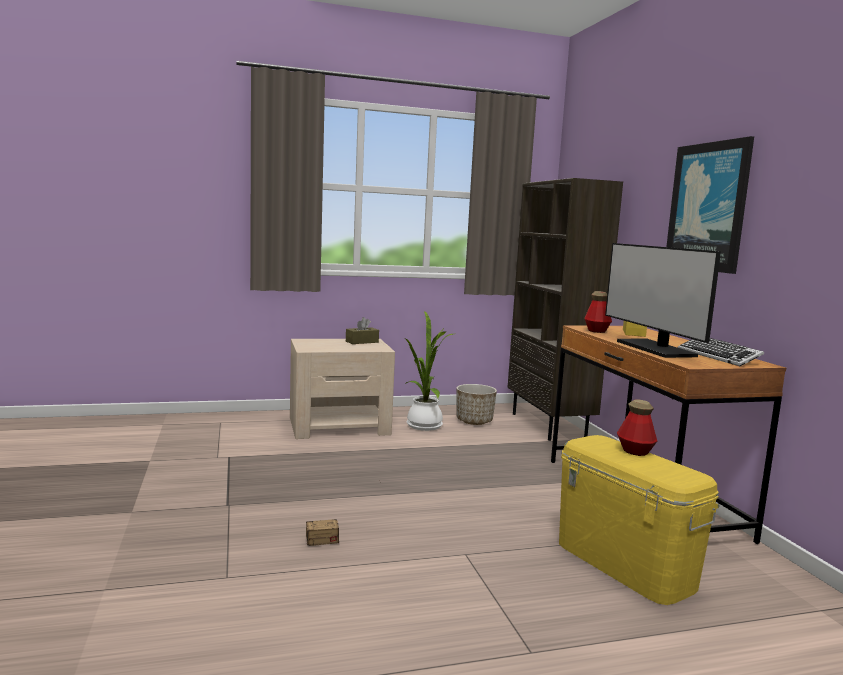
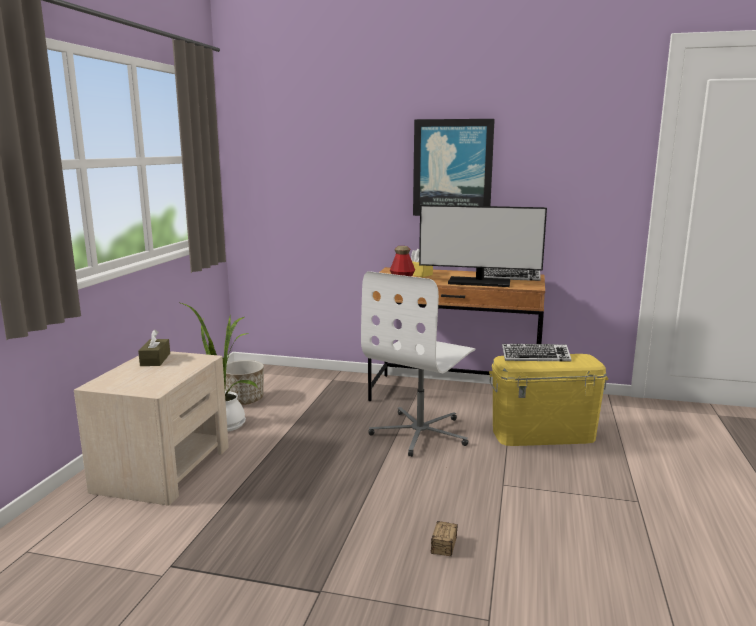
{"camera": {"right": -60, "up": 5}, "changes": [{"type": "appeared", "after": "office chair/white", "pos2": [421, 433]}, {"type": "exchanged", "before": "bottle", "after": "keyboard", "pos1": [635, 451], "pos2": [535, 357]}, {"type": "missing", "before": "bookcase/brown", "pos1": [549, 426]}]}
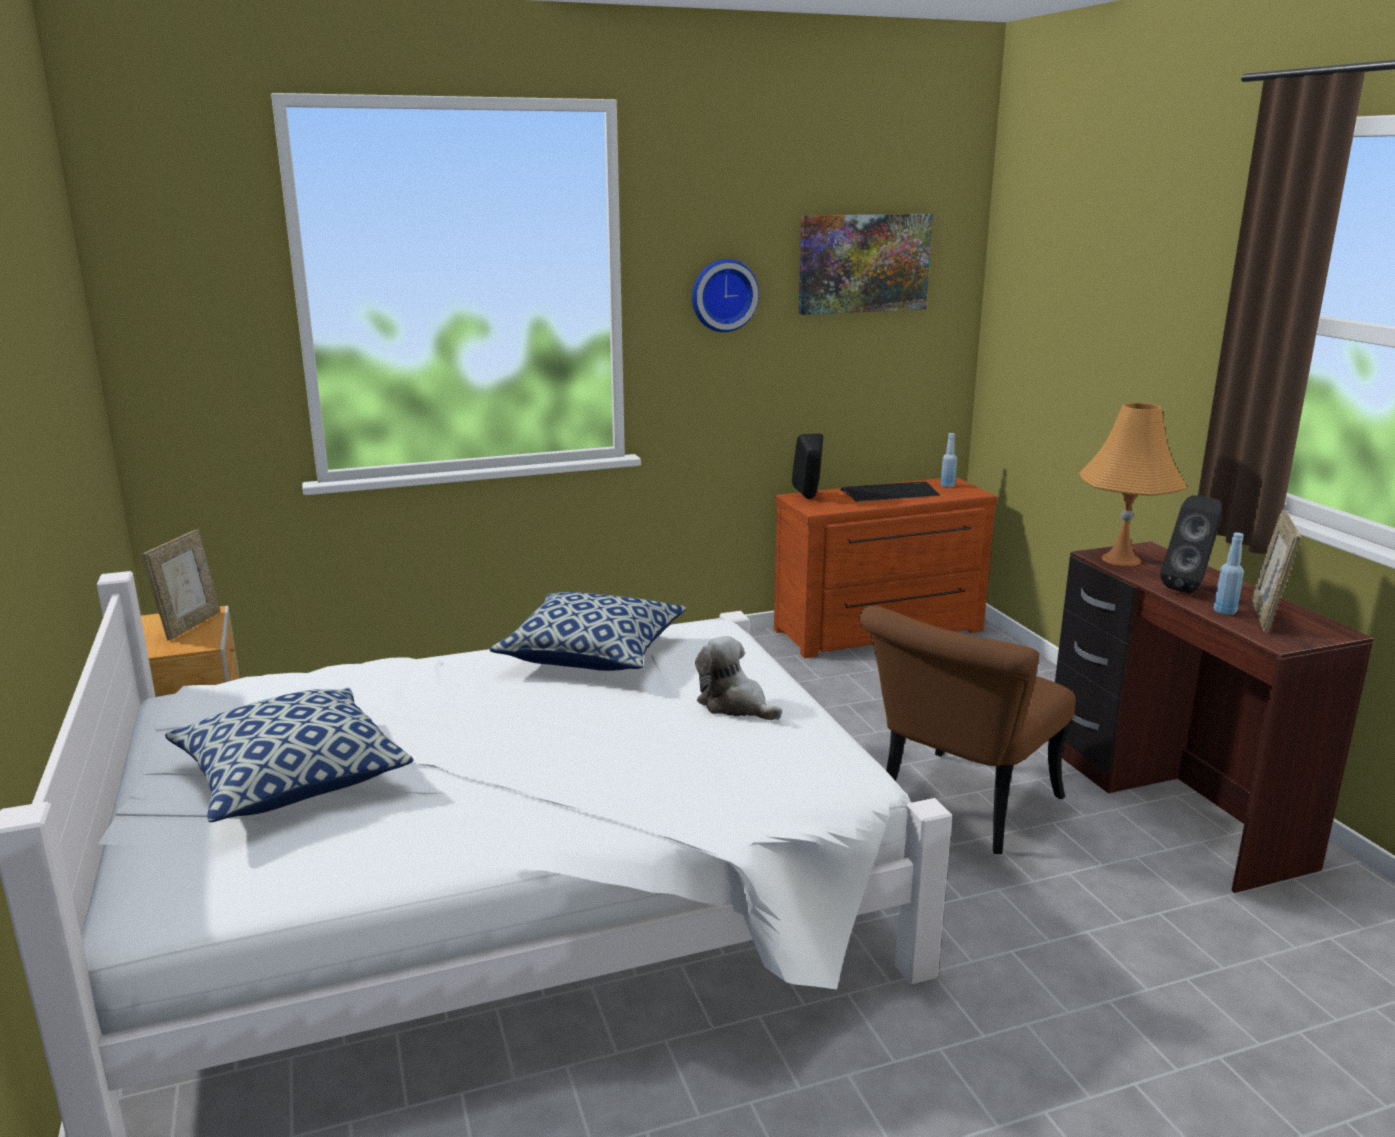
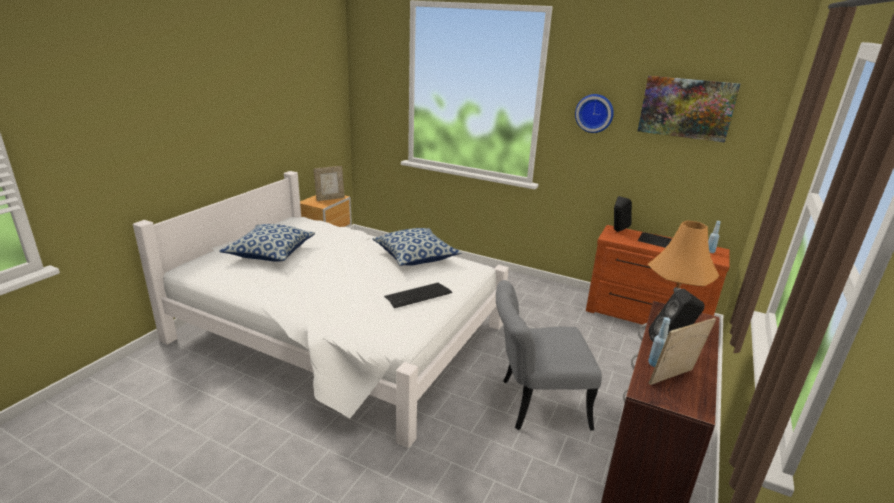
{"camera": {"right": 45, "up": 5}, "changes": [{"type": "exchanged", "before": "plush toy", "after": "keyboard", "pos1": [735, 705], "pos2": [418, 296]}, {"type": "colour", "before": "chair/brown", "after": "chair/grey", "pos1": [959, 810], "pos2": [534, 403]}]}
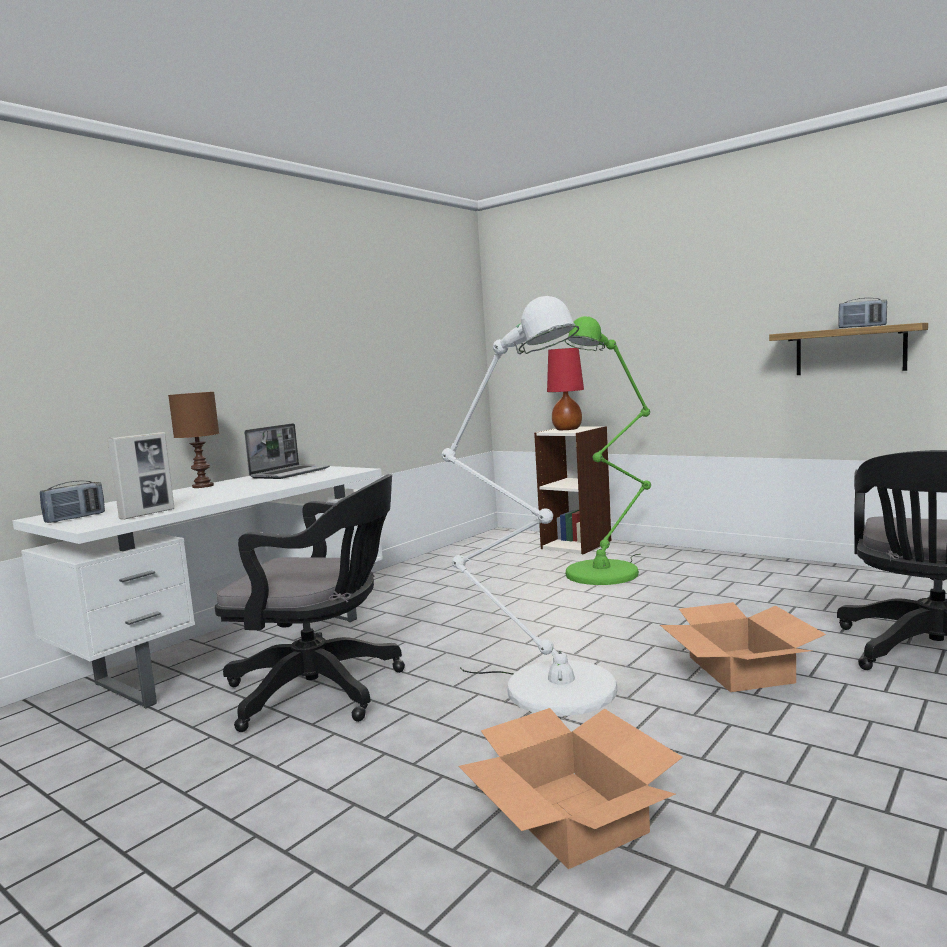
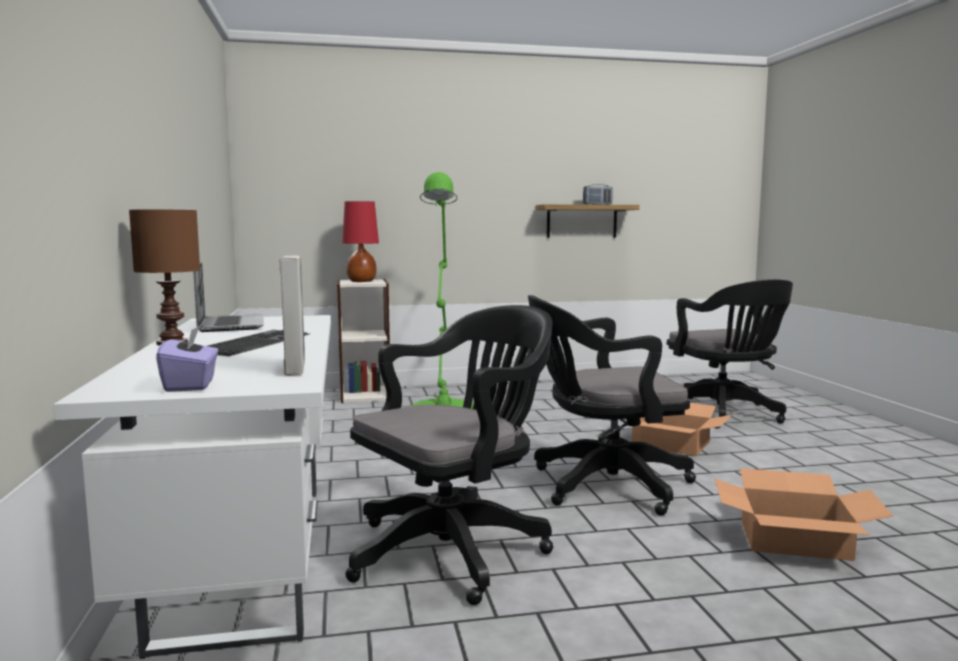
{"camera": {"right": -50, "up": 0}, "changes": [{"type": "exchanged", "before": "radio", "after": "tissue box/purple", "pos1": [75, 518], "pos2": [191, 385]}, {"type": "appeared", "after": "keyboard", "pos2": [252, 342]}, {"type": "exchanged", "before": "floor lamp/white", "after": "office chair/black", "pos1": [548, 685], "pos2": [603, 485]}]}
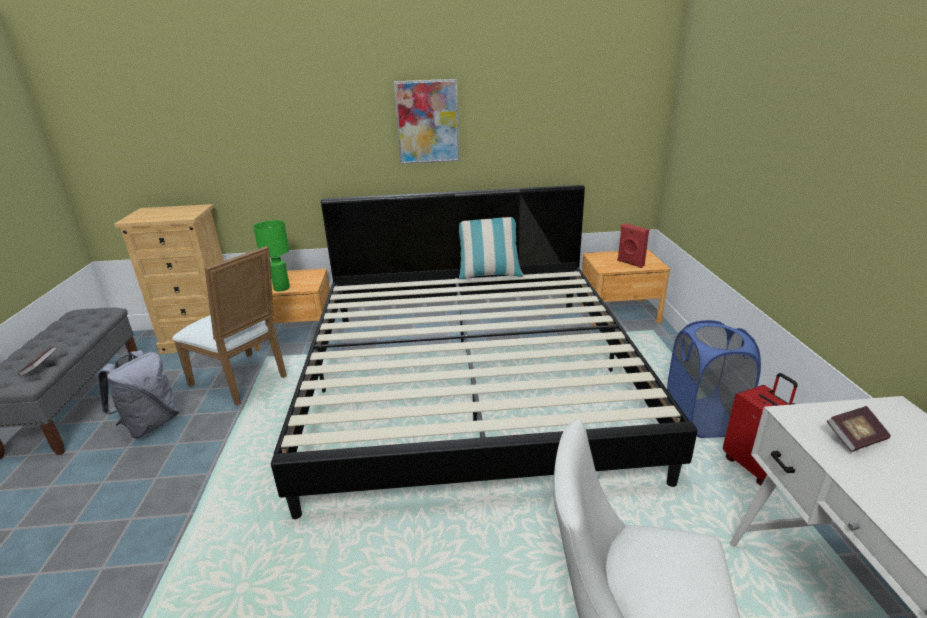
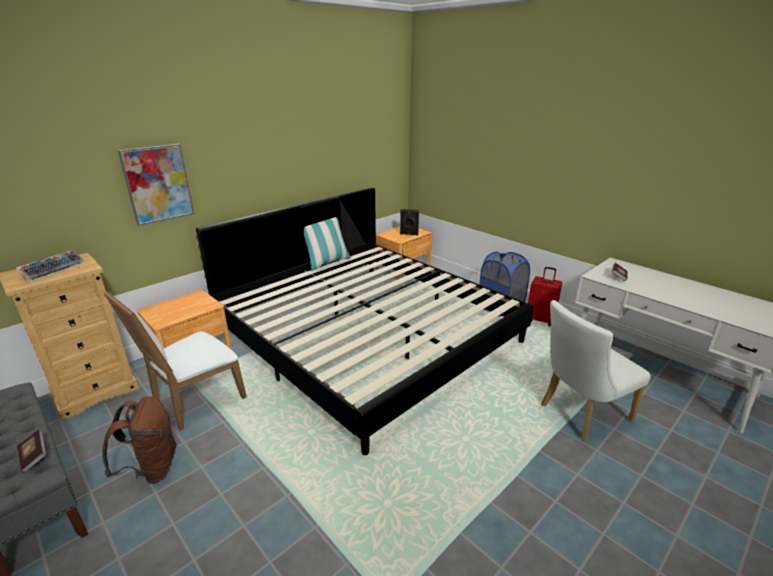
{"camera": {"right": -40, "up": 0}, "changes": [{"type": "appeared", "after": "keyboard", "pos2": [53, 269]}, {"type": "colour", "before": "backpack/grey", "after": "backpack/brown", "pos1": [151, 424], "pos2": [152, 468]}, {"type": "spun", "before": "chair/white", "pos1": [244, 381], "pos2": [195, 402], "turn": 135}, {"type": "relocated", "before": "picture", "pos1": [427, 122], "pos2": [158, 184]}, {"type": "colour", "before": "speaker/red", "after": "speaker/black", "pos1": [630, 263], "pos2": [409, 234]}, {"type": "missing", "before": "table lamp/green", "pos1": [282, 288]}]}
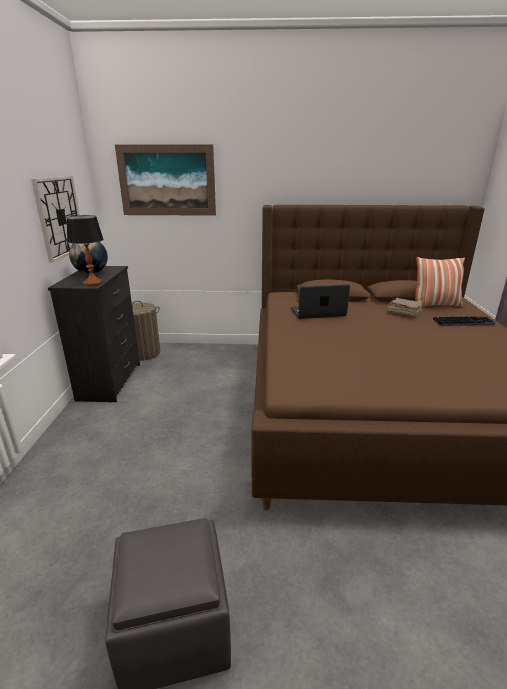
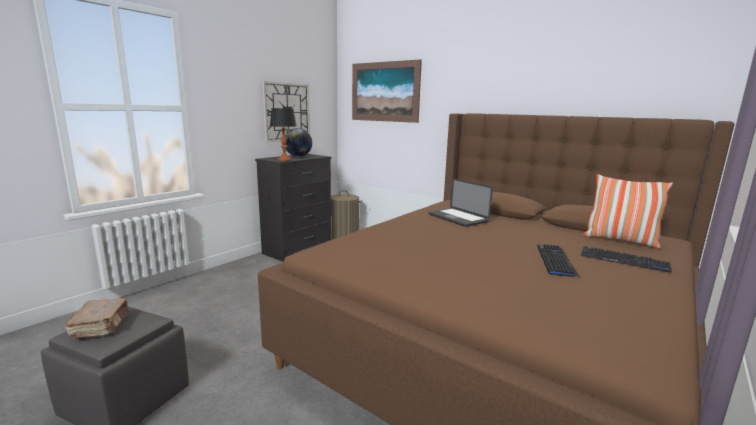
{"camera": {"right": 35, "up": -10}, "changes": [{"type": "relocated", "before": "book/brown", "pos1": [404, 312], "pos2": [101, 326]}, {"type": "spun", "before": "laptop", "pos1": [318, 312], "pos2": [457, 218], "turn": -150}, {"type": "appeared", "after": "keyboard", "pos2": [555, 261]}]}
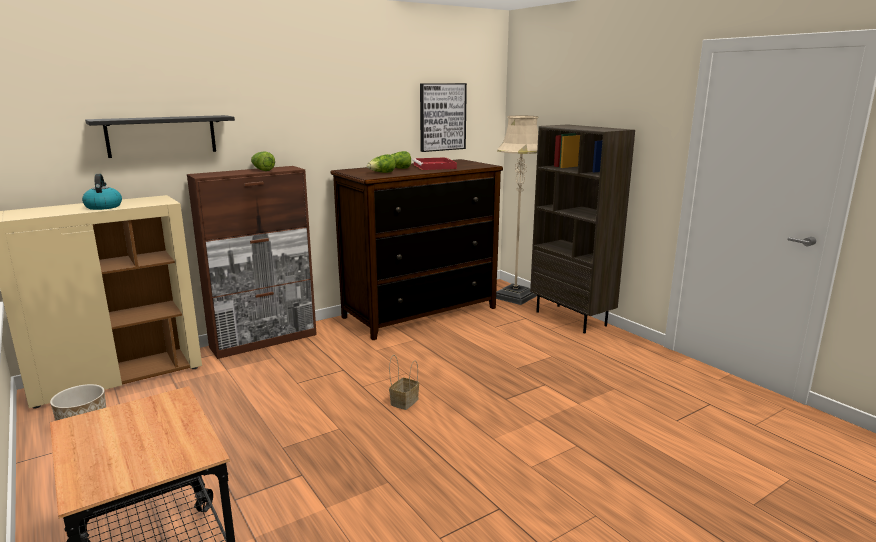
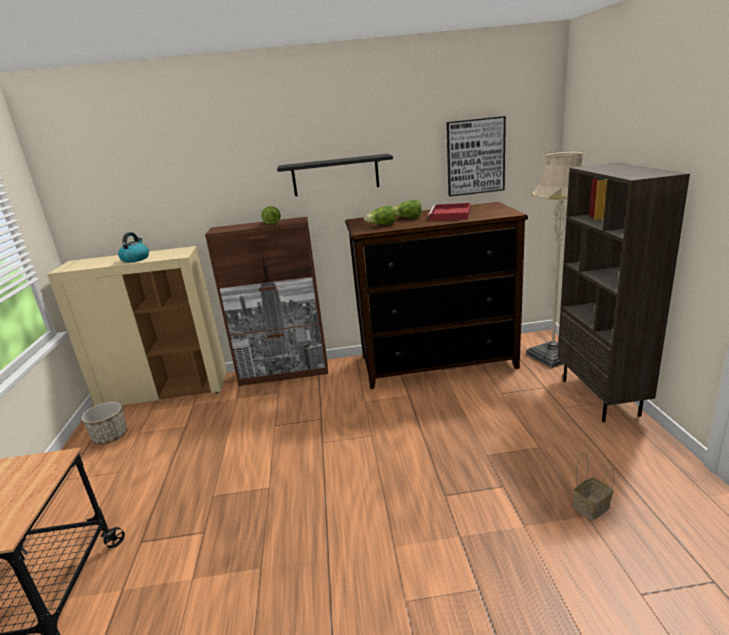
{"camera": {"right": 30, "up": 5}, "changes": [{"type": "relocated", "before": "shelf/black", "pos1": [162, 136], "pos2": [335, 175]}, {"type": "relocated", "before": "basket", "pos1": [404, 401], "pos2": [591, 506]}]}
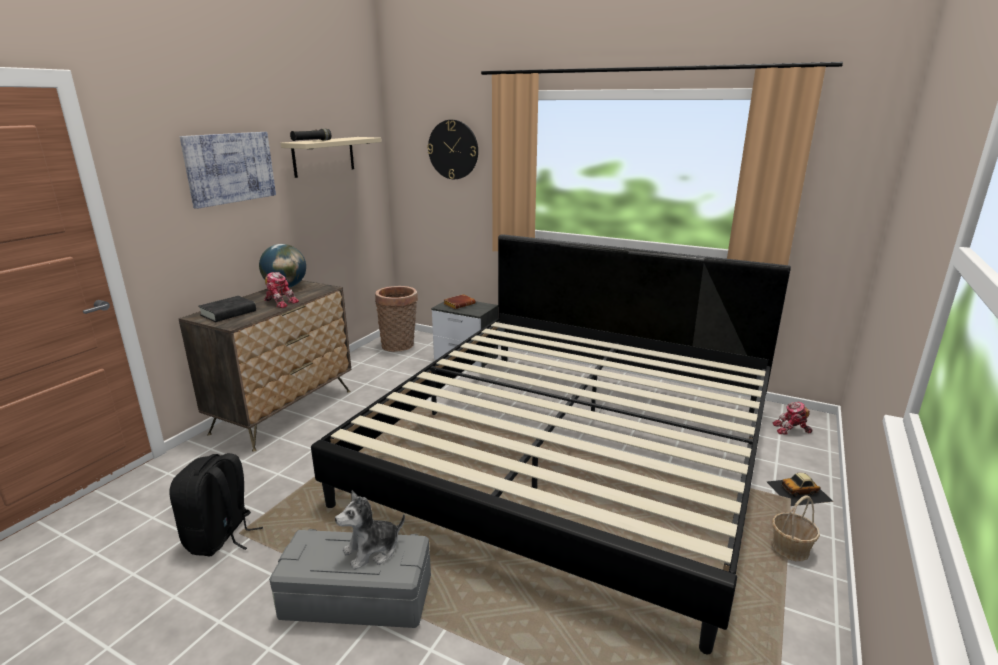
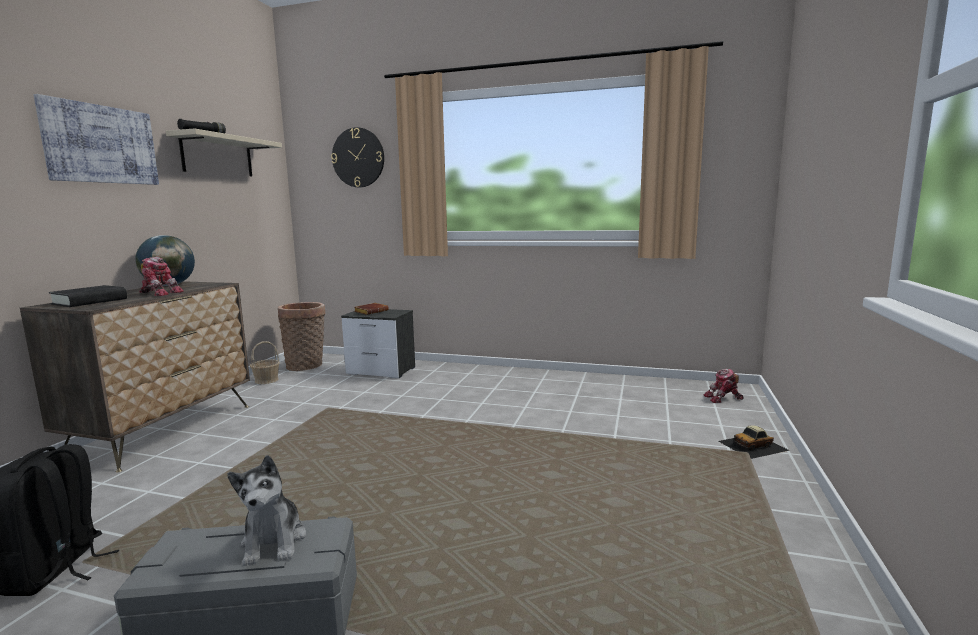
{"camera": {"right": -10, "up": -10}, "changes": [{"type": "spun", "before": "plush toy", "pos1": [372, 551], "pos2": [274, 541], "turn": -60}, {"type": "relocated", "before": "basket", "pos1": [790, 548], "pos2": [266, 380]}, {"type": "missing", "before": "bed", "pos1": [570, 453]}]}
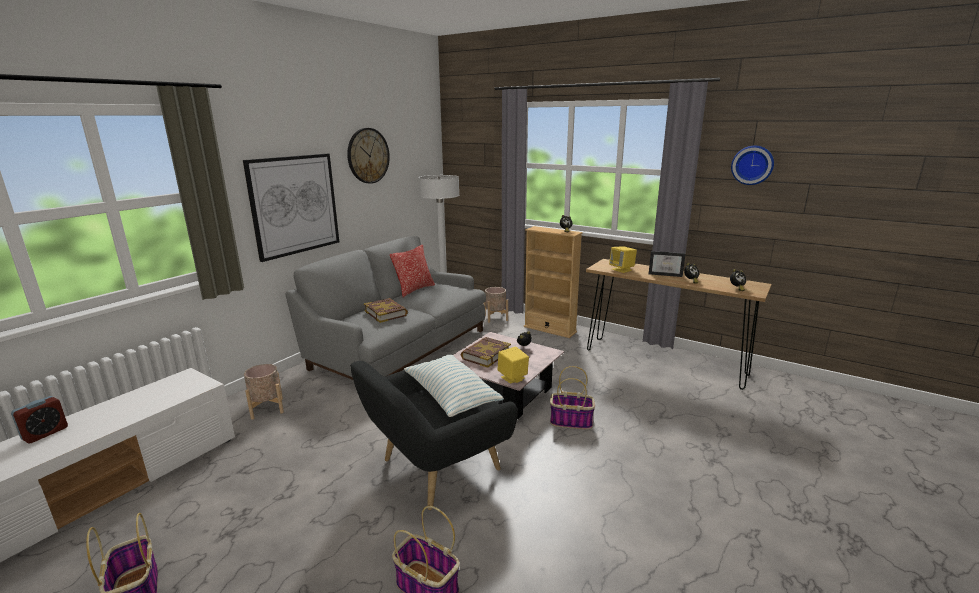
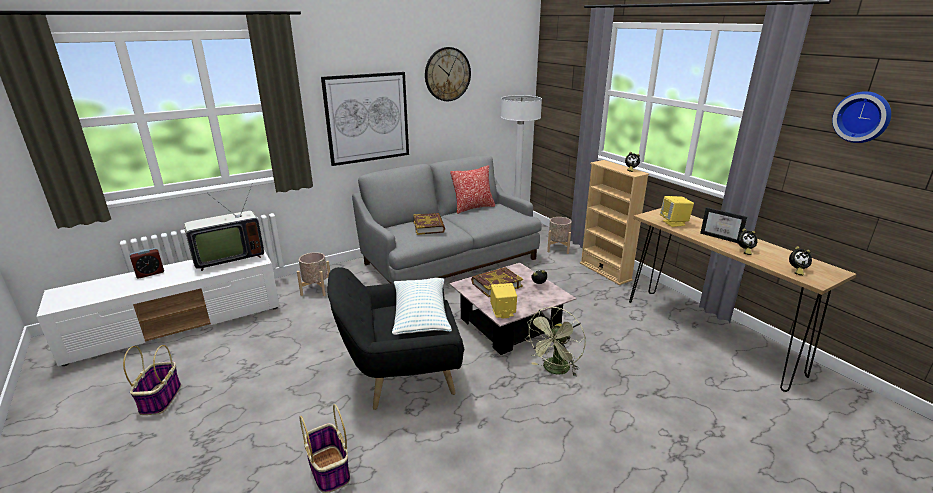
{"camera": {"right": 25, "up": 5}, "changes": [{"type": "appeared", "after": "television", "pos2": [227, 258]}, {"type": "exchanged", "before": "basket", "after": "fan/green", "pos1": [571, 421], "pos2": [554, 370]}]}
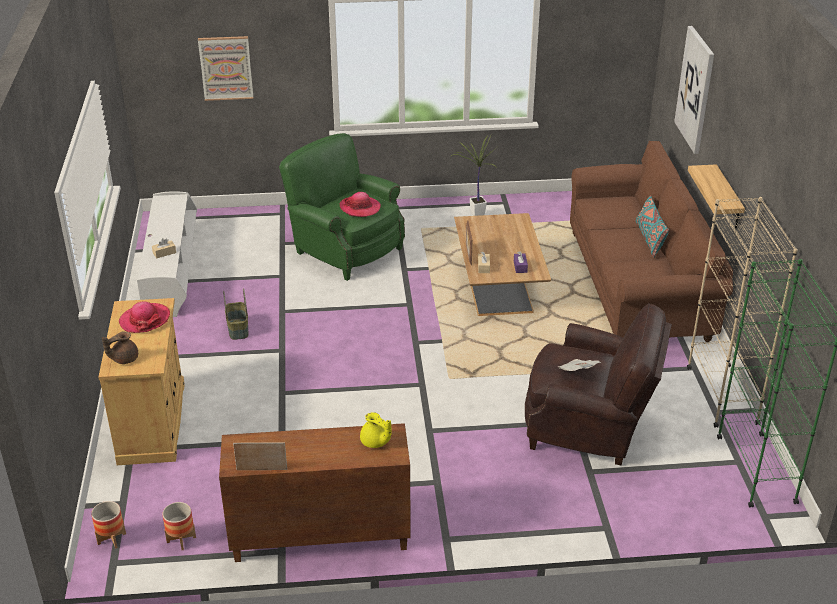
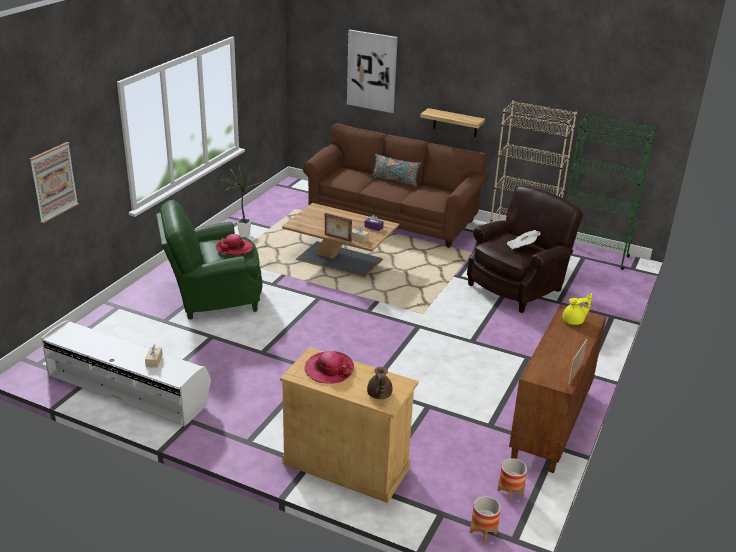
{"camera": {"right": -60, "up": -5}, "changes": [{"type": "missing", "before": "basket", "pos1": [237, 329]}]}
